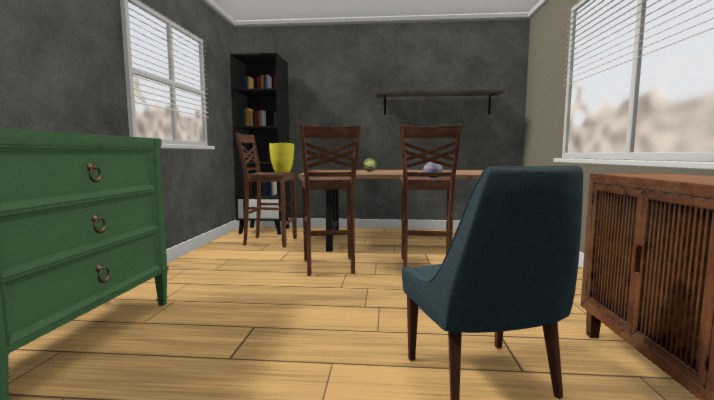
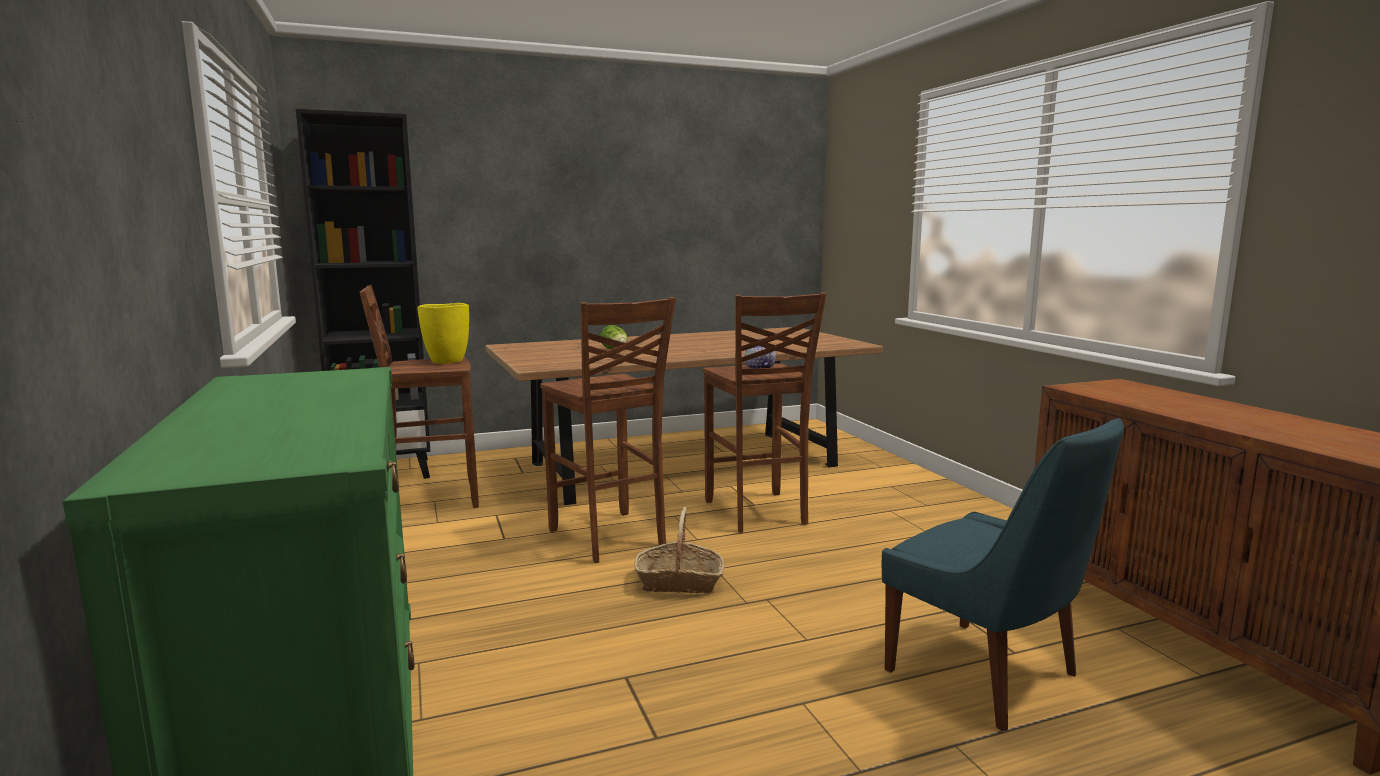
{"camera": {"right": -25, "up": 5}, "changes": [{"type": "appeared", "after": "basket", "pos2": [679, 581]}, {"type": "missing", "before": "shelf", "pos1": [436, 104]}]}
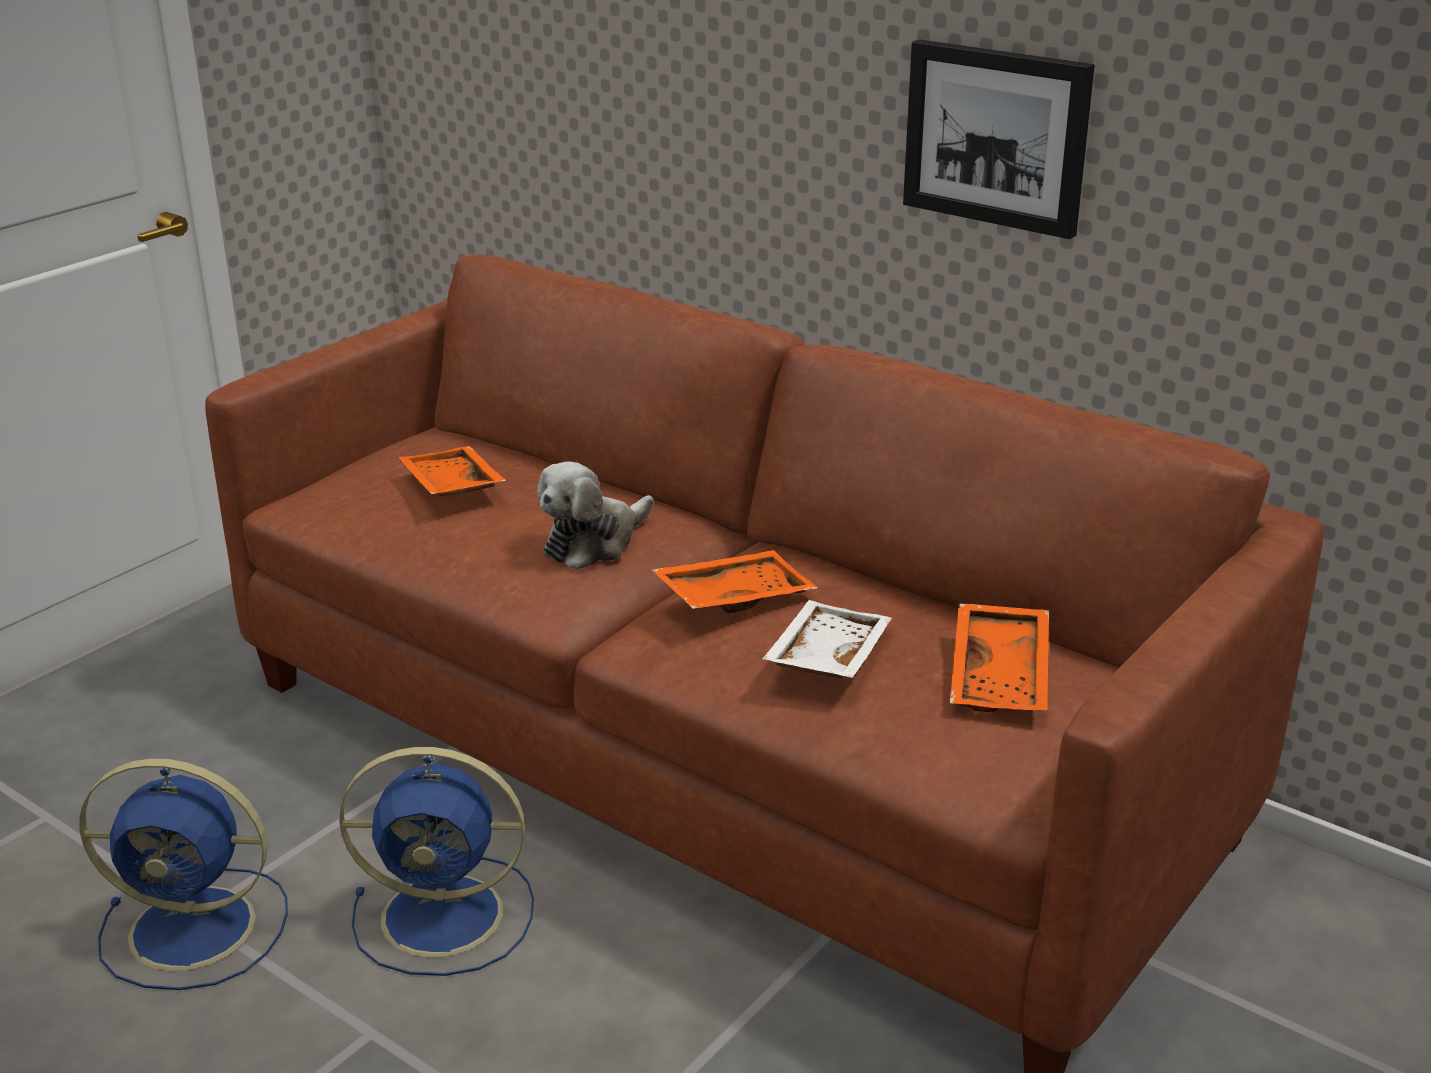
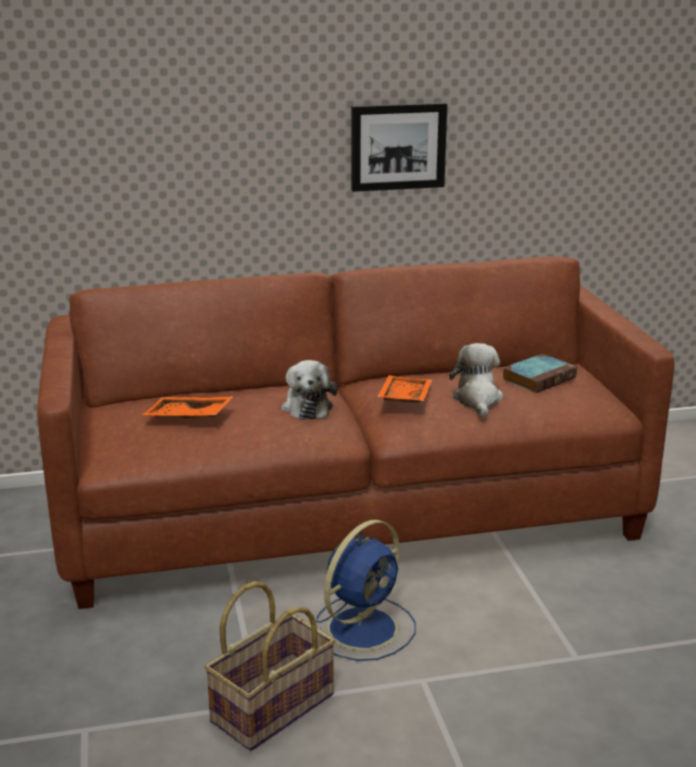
{"camera": {"right": -50, "up": -5}, "changes": [{"type": "exchanged", "before": "fan/blue", "after": "basket", "pos1": [198, 928], "pos2": [272, 706]}, {"type": "exchanged", "before": "tray/white", "after": "plush toy", "pos1": [825, 657], "pos2": [477, 400]}, {"type": "exchanged", "before": "tray/orange", "after": "book", "pos1": [1002, 675], "pos2": [539, 378]}]}
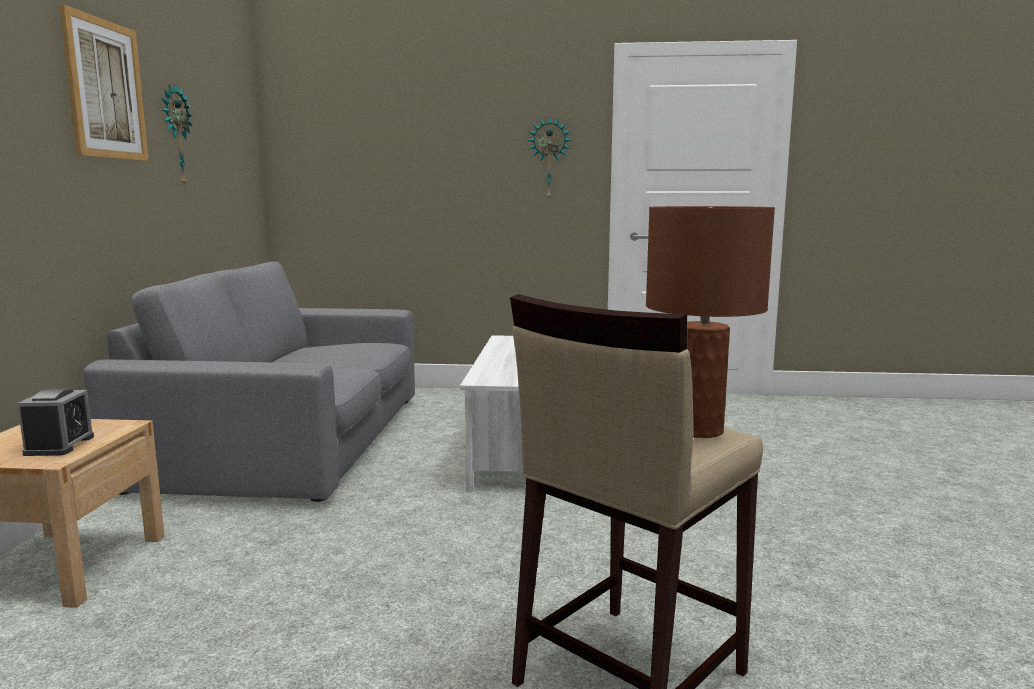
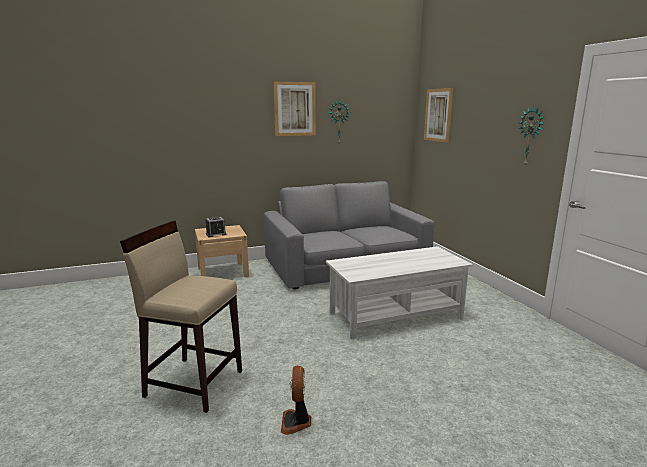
{"camera": {"right": 65, "up": 5}, "changes": [{"type": "appeared", "after": "fan", "pos2": [296, 422]}, {"type": "appeared", "after": "picture", "pos2": [438, 115]}, {"type": "missing", "before": "table lamp/brown", "pos1": [698, 430]}]}
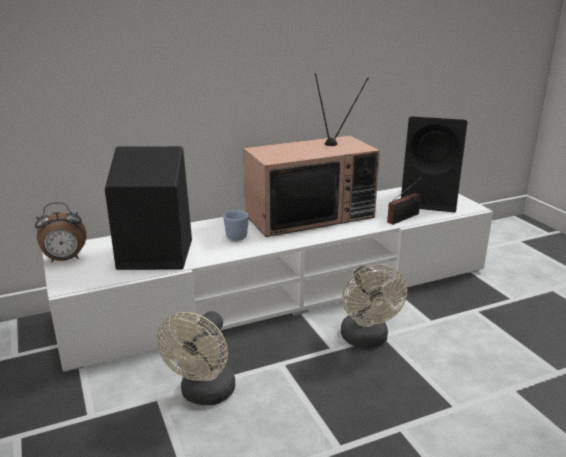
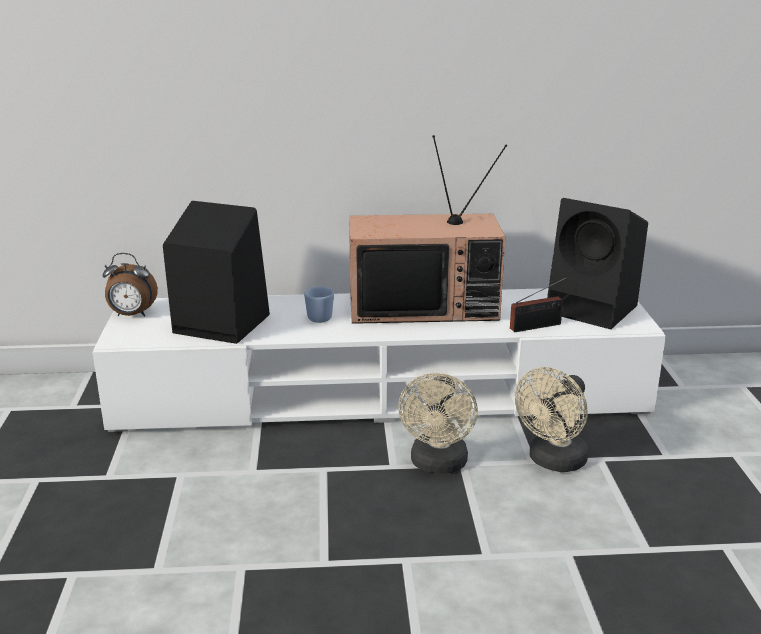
{"camera": {"right": 20, "up": 0}, "changes": [{"type": "relocated", "before": "fan/beige", "pos1": [204, 395], "pos2": [553, 462]}]}
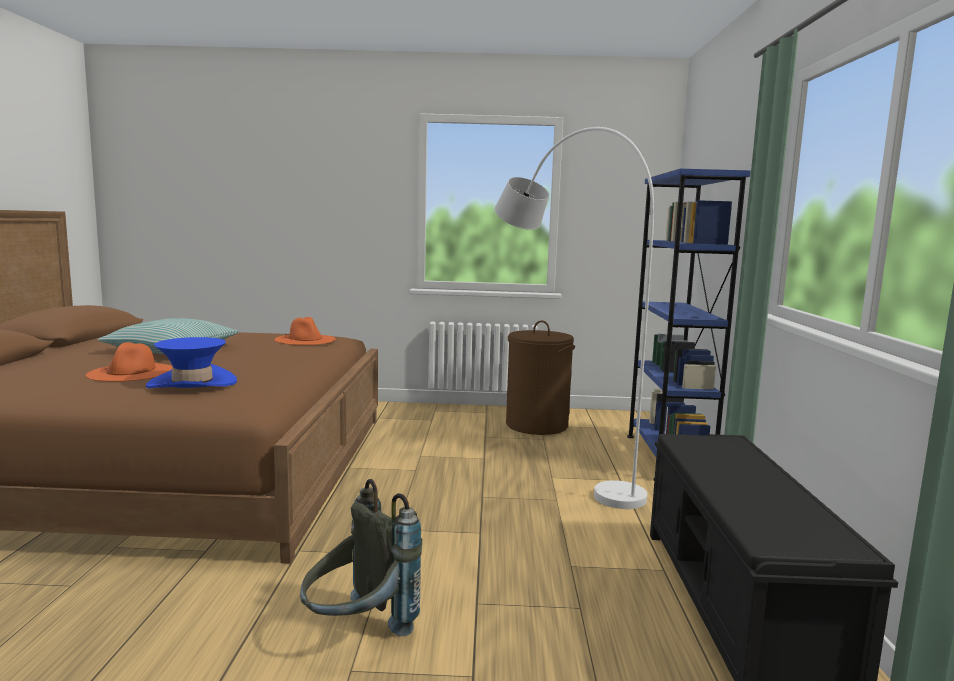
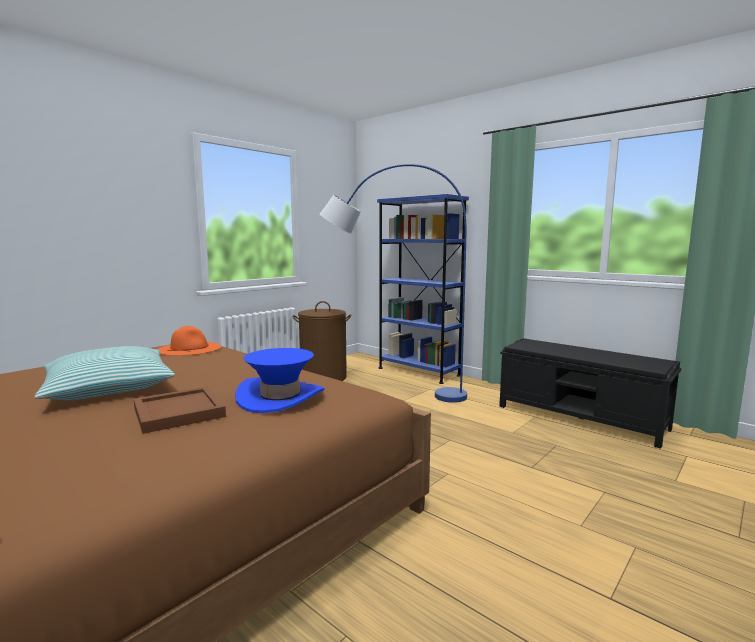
{"camera": {"right": -50, "up": 0}, "changes": [{"type": "exchanged", "before": "hat/orange", "after": "tray/brown", "pos1": [131, 372], "pos2": [180, 412]}, {"type": "colour", "before": "floor lamp/white", "after": "floor lamp/blue", "pos1": [555, 466], "pos2": [390, 395]}, {"type": "missing", "before": "backpack/grey", "pos1": [358, 632]}]}
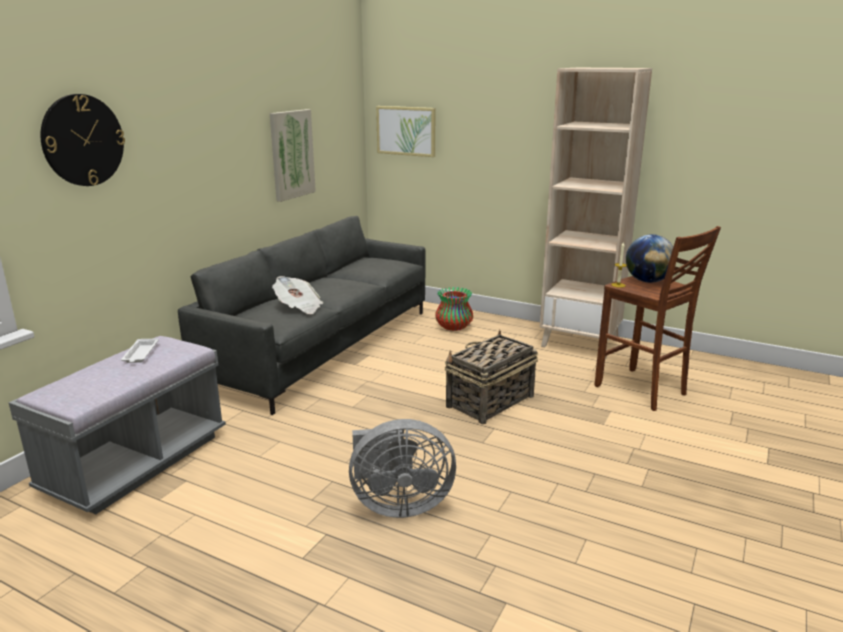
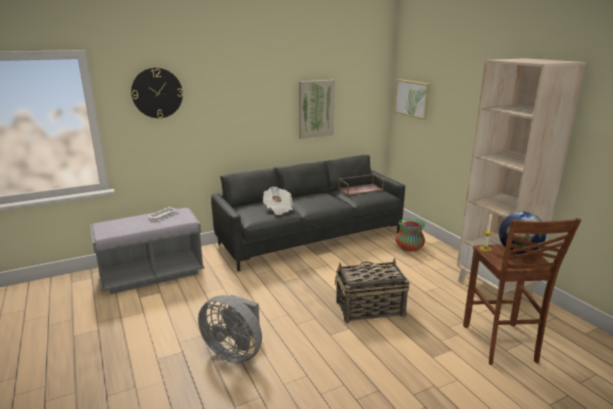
{"camera": {"right": 35, "up": 0}, "changes": [{"type": "appeared", "after": "tray/brown", "pos2": [360, 189]}]}
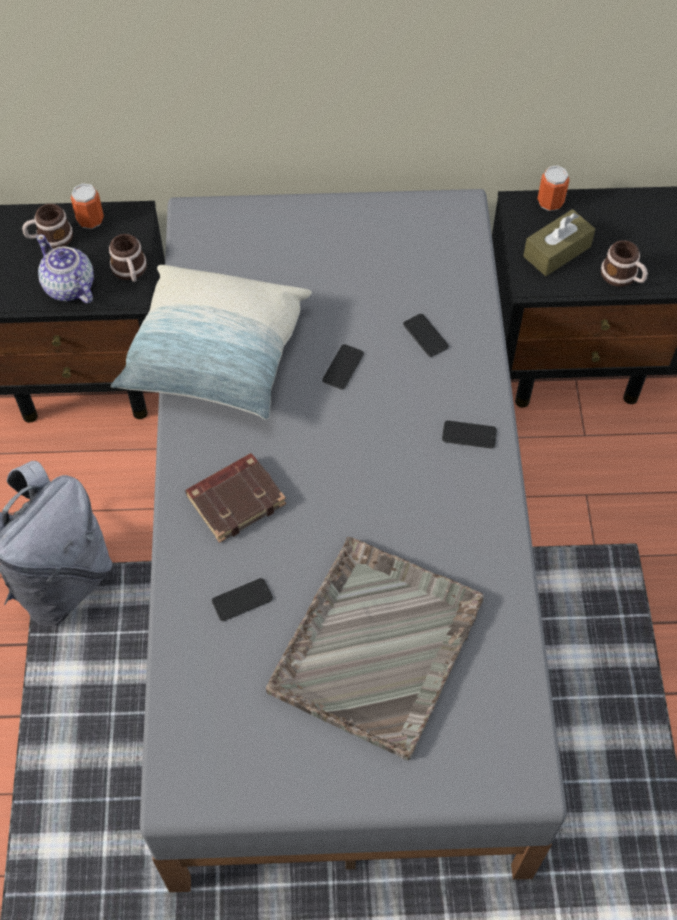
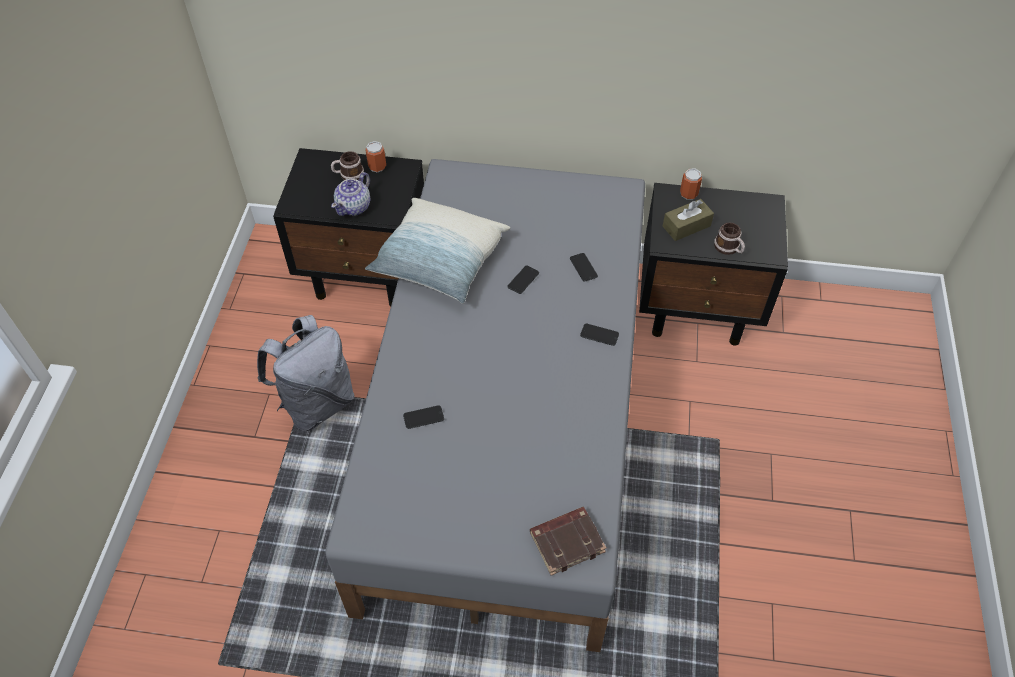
{"camera": {"right": 10, "up": -5}, "changes": [{"type": "spun", "before": "teapot", "pos1": [69, 288], "pos2": [354, 207], "turn": -120}, {"type": "relocated", "before": "book/brown", "pos1": [236, 499], "pos2": [567, 541]}, {"type": "missing", "before": "mug", "pos1": [130, 271]}, {"type": "missing", "before": "tray/grey", "pos1": [378, 644]}]}
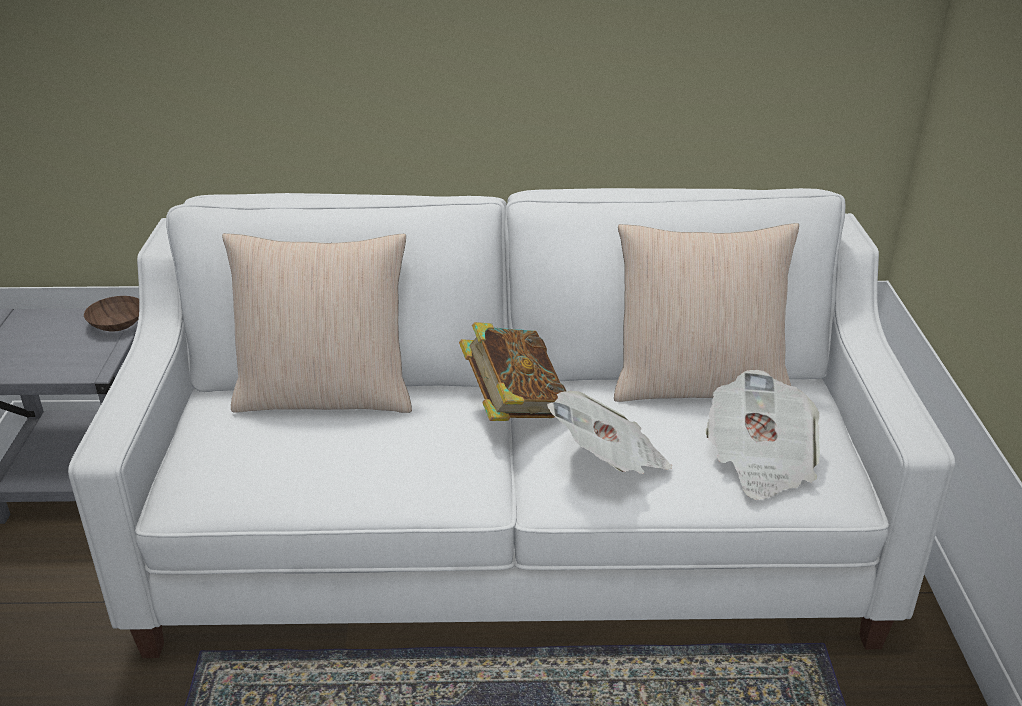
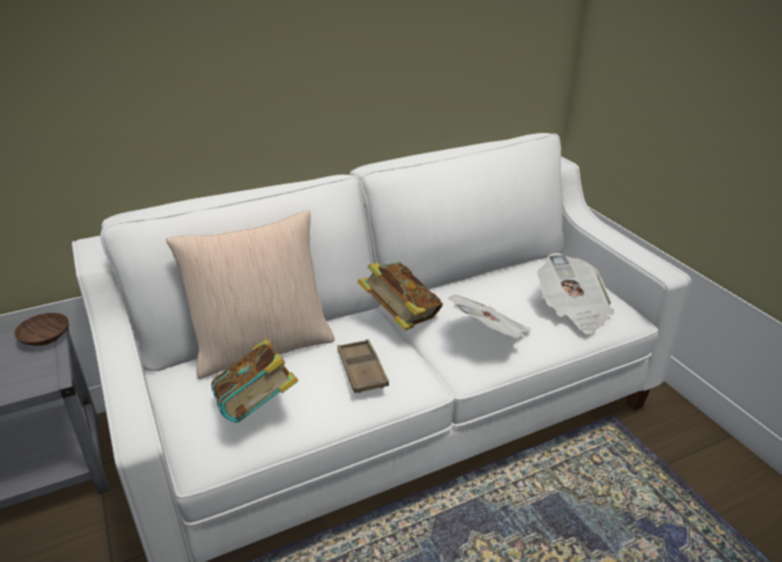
{"camera": {"right": -25, "up": 0}, "changes": [{"type": "appeared", "after": "book", "pos2": [257, 408]}, {"type": "appeared", "after": "tray/brown", "pos2": [362, 370]}, {"type": "missing", "before": "pillow/beige", "pos1": [698, 384]}]}
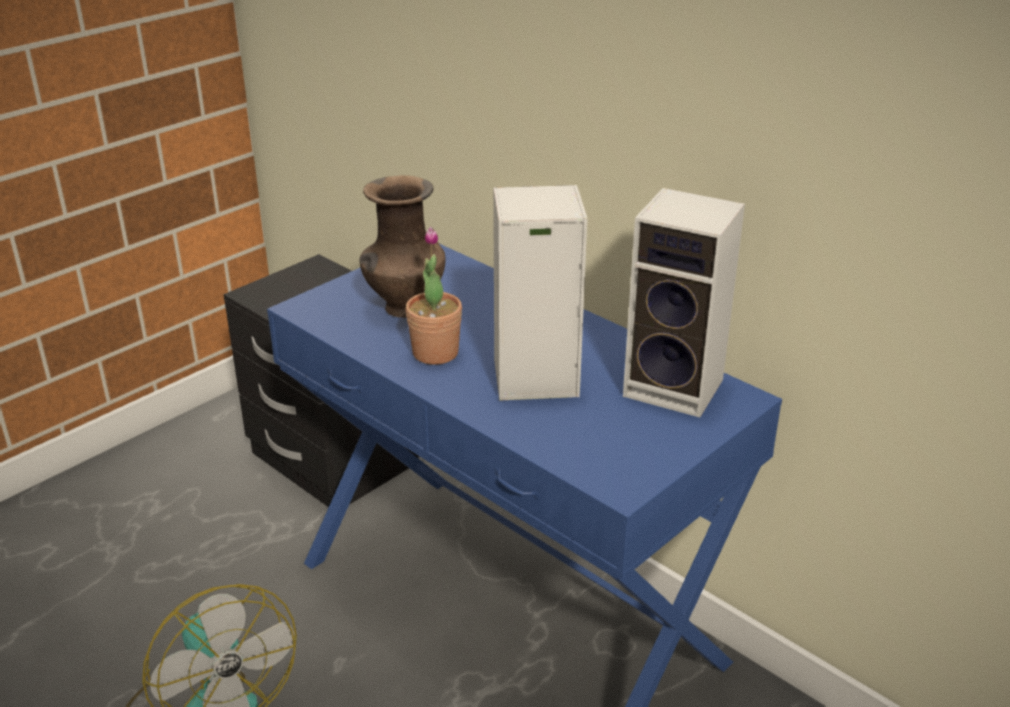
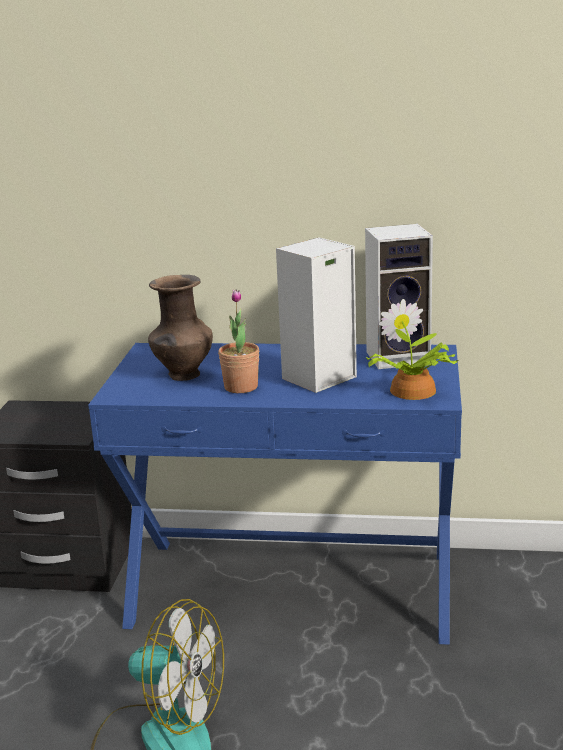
{"camera": {"right": -35, "up": -10}, "changes": [{"type": "appeared", "after": "potted plant", "pos2": [412, 391]}]}
